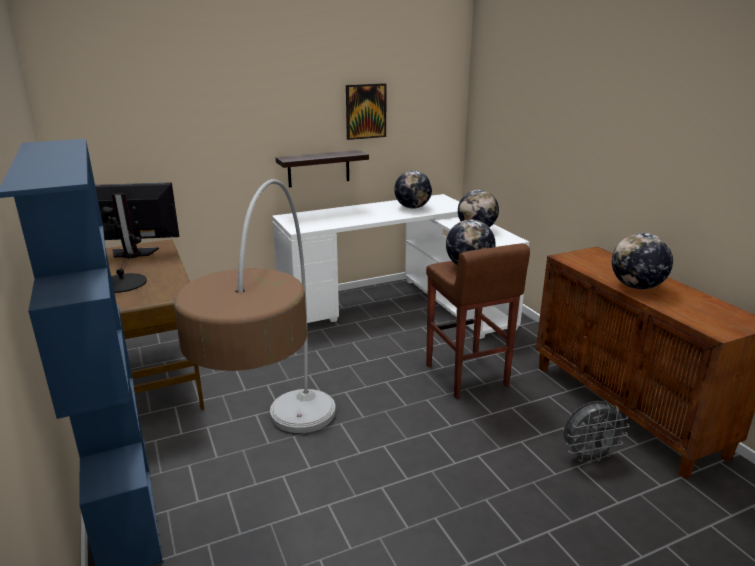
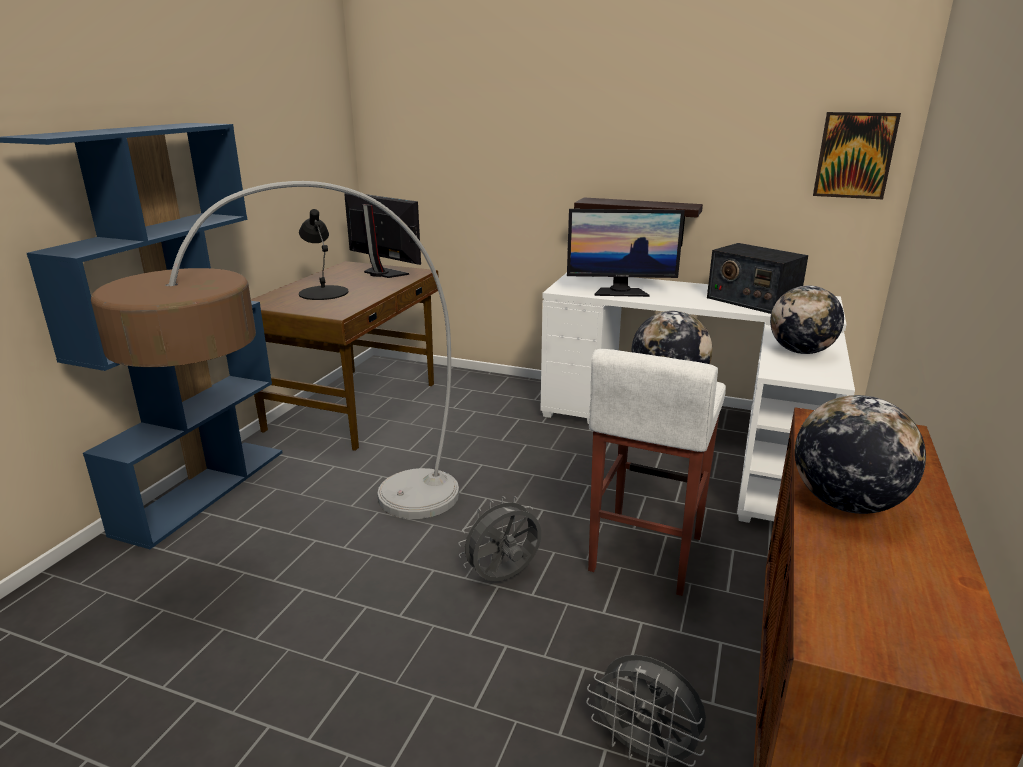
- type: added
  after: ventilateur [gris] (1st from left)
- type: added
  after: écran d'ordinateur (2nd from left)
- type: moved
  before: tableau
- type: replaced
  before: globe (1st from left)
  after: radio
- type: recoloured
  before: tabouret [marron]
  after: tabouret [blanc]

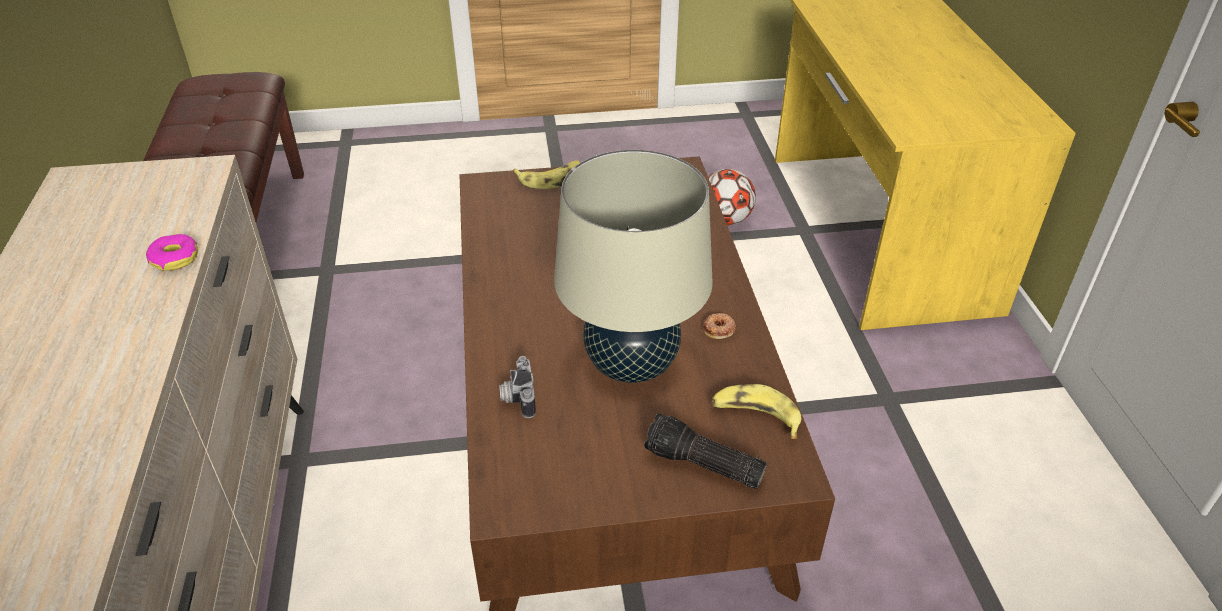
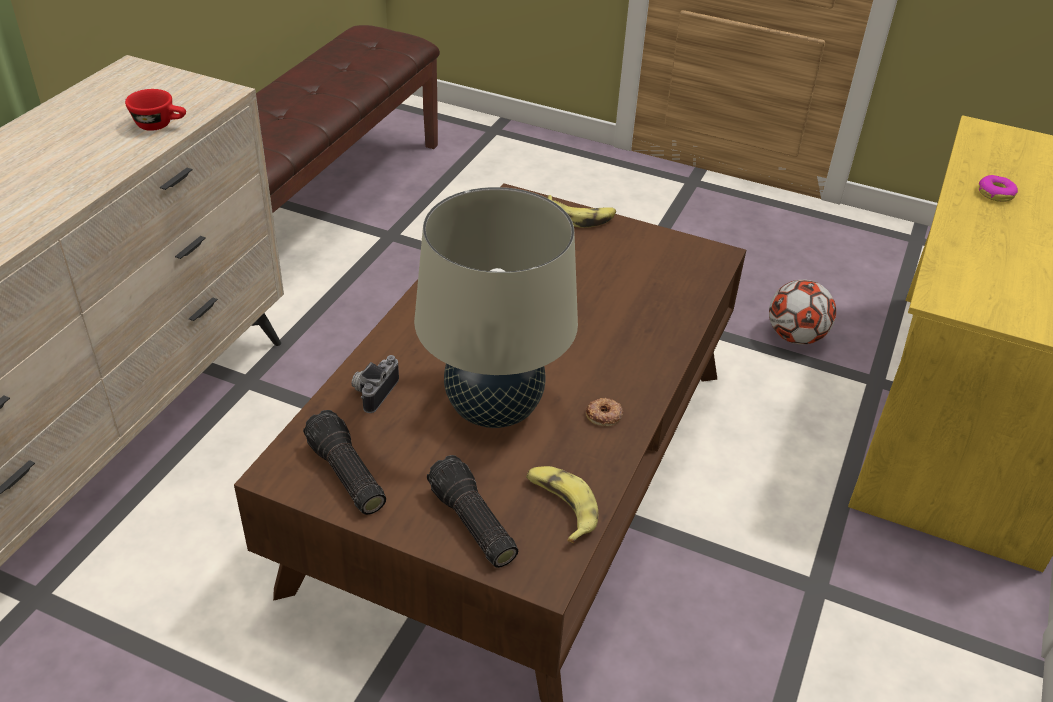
- type: added
  after: tasse [rouge]
- type: added
  after: lampe de poche (1st from left)
- type: moved
  before: beignet (1st from left in the first image)
  after: beignet (2nd from left)

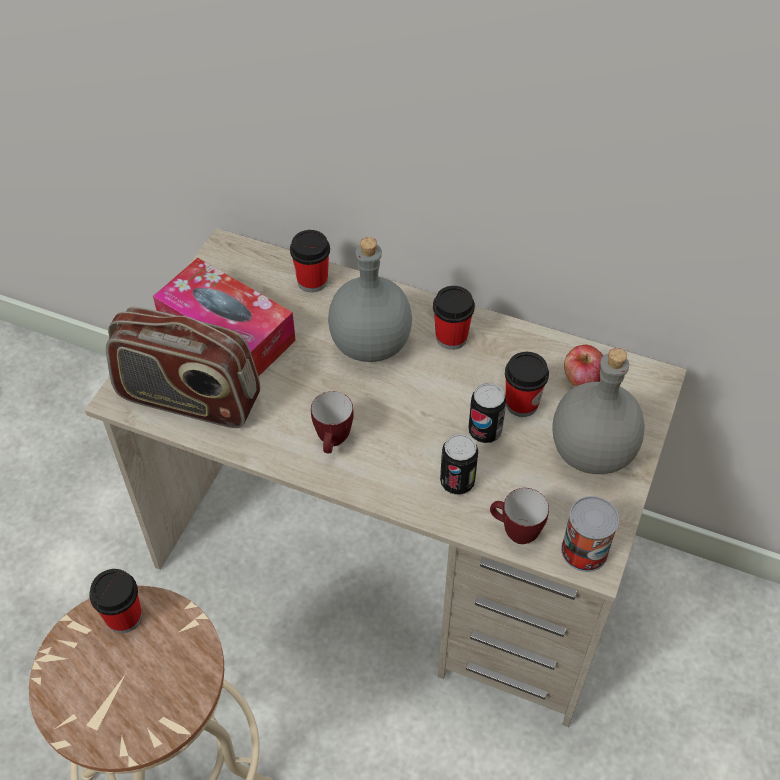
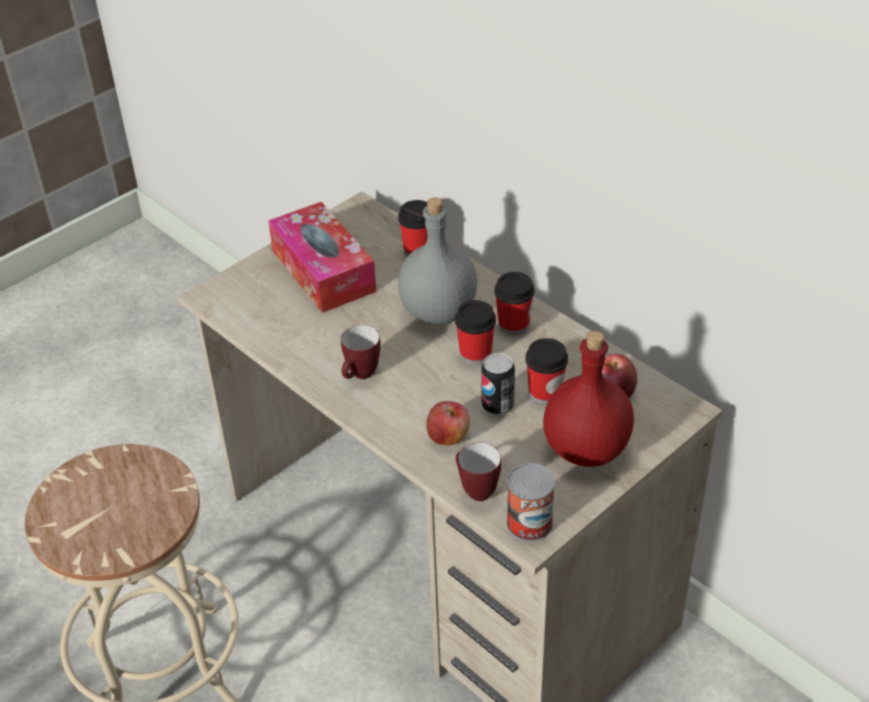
- type: removed
  before: radio
- type: moved
  before: tasse (1st from left in the first image)
  after: tasse (2nd from left)
- type: replaced
  before: boîte métallique (1st from left)
  after: pomme (1st from left)
- type: recoloured
  before: bouteille [gris] (2nd from left)
  after: bouteille [rouge]

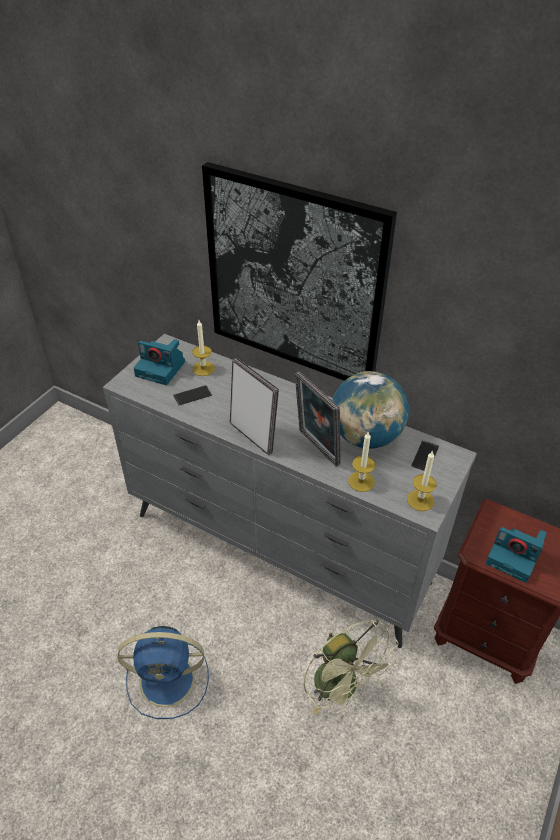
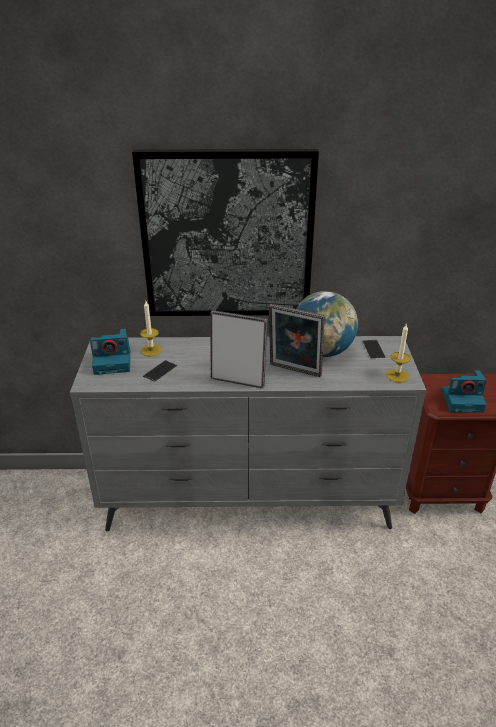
- type: removed
  before: ventilateur [bleu]
- type: removed
  before: ventilateur [vert]
- type: removed
  before: bougie (2nd from left)

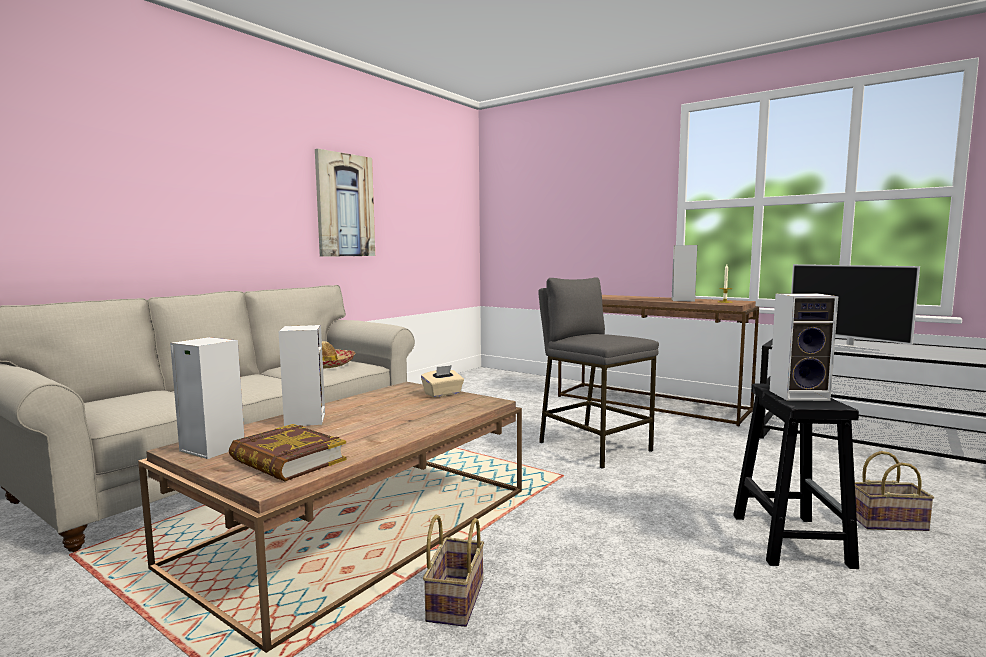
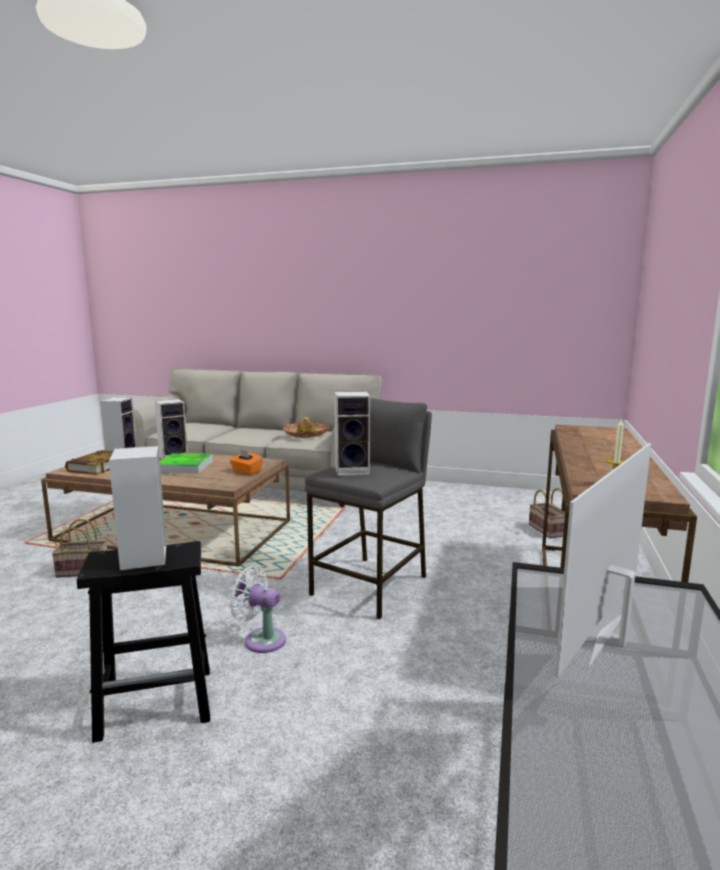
- type: removed
  before: tableau
- type: added
  after: plateau
- type: added
  after: ventilateur [blanc]
- type: moved
  before: enceinte (3rd from left in the first image)
  after: enceinte (4th from left)
- type: moved
  before: panier (2nd from left)
- type: recoloured
  before: boîte à mouchoirs [beige]
  after: boîte à mouchoirs [orange]

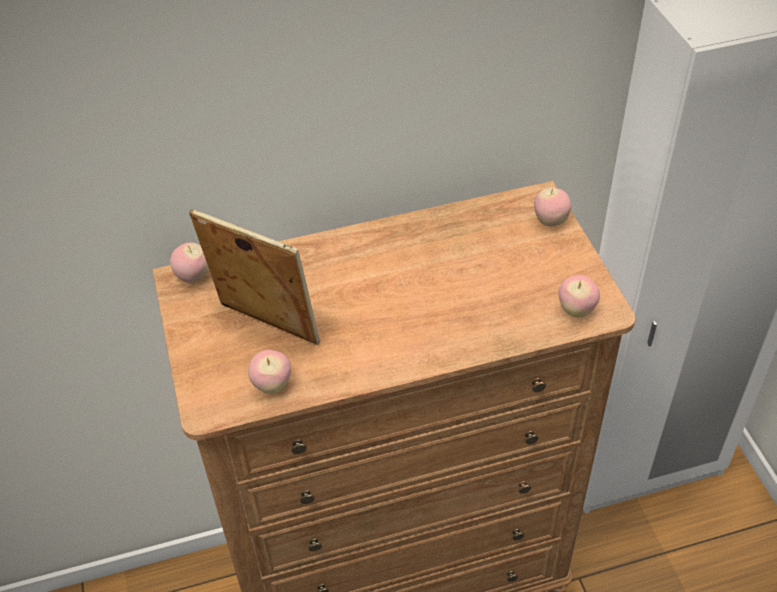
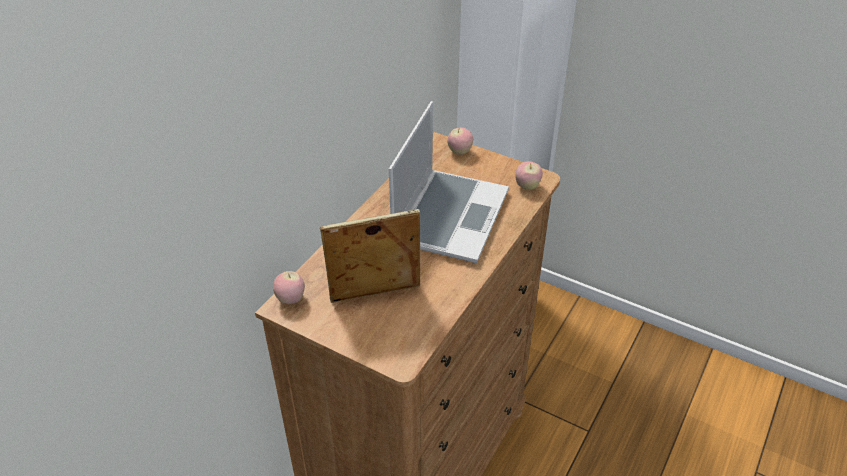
- type: removed
  before: pomme (2nd from left)
- type: added
  after: ordinateur portable

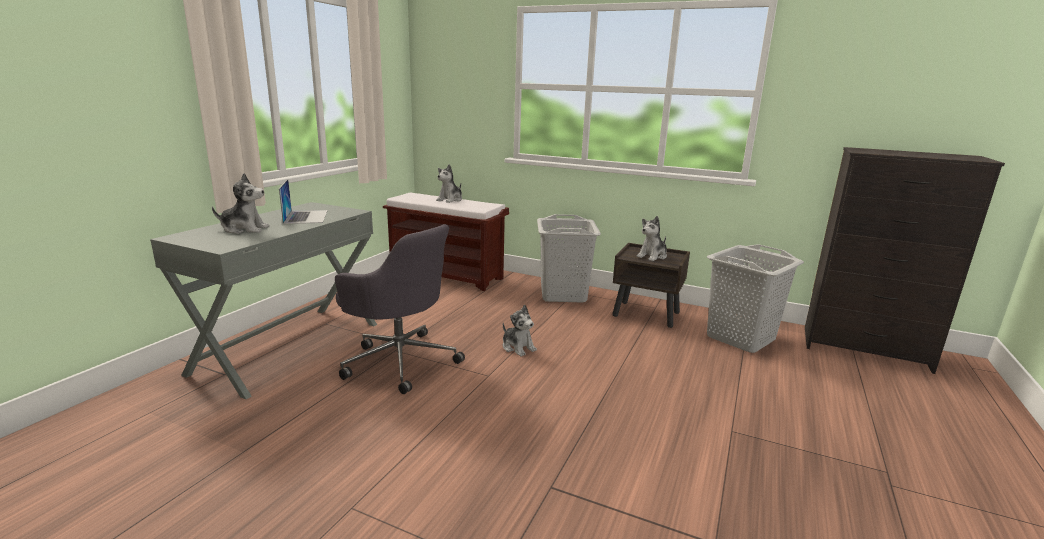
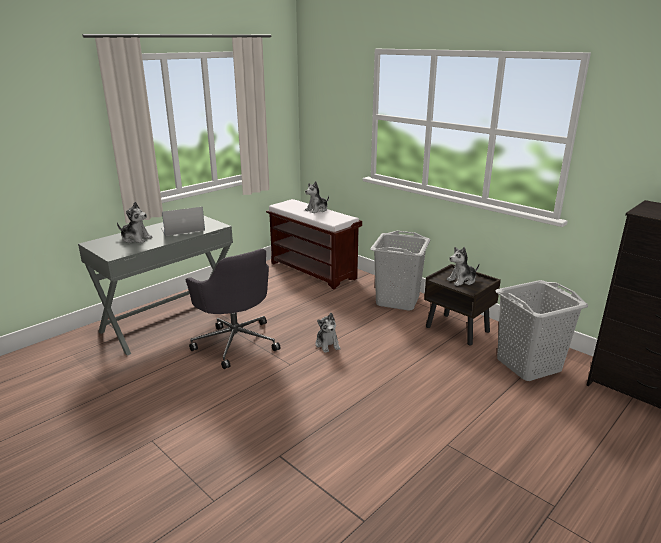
- type: turned
  before: ordinateur portable
  turn: -120

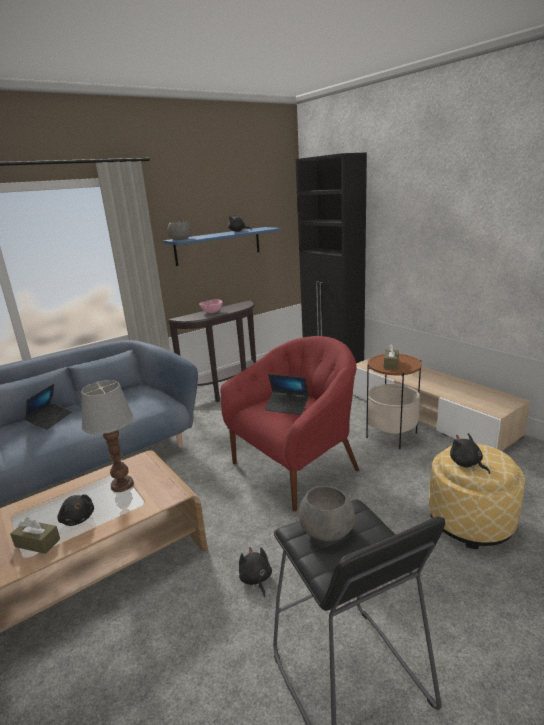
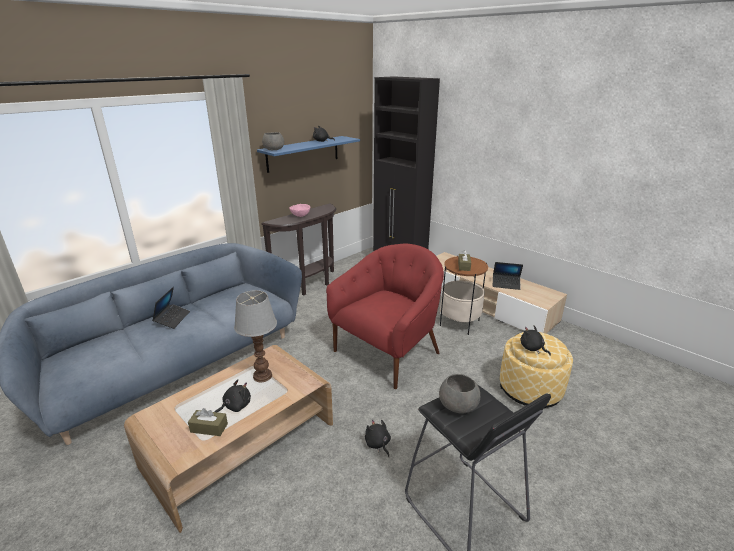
- type: moved
  before: ordinateur portable (2nd from left)
- type: turned
  before: peluche [noir] (1st from left)
  turn: -75

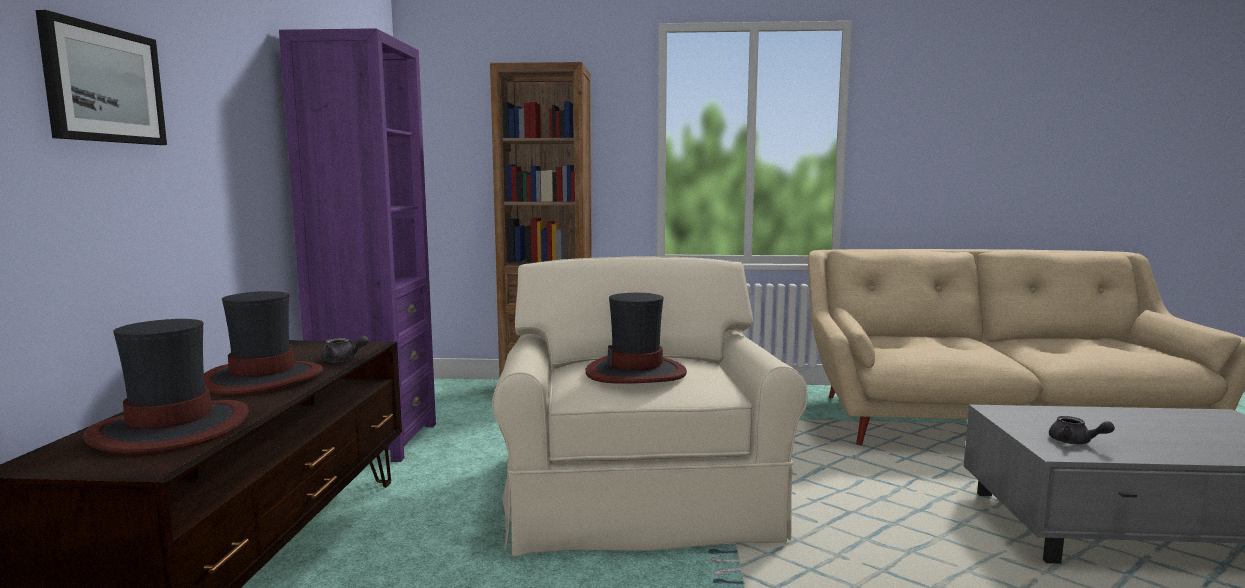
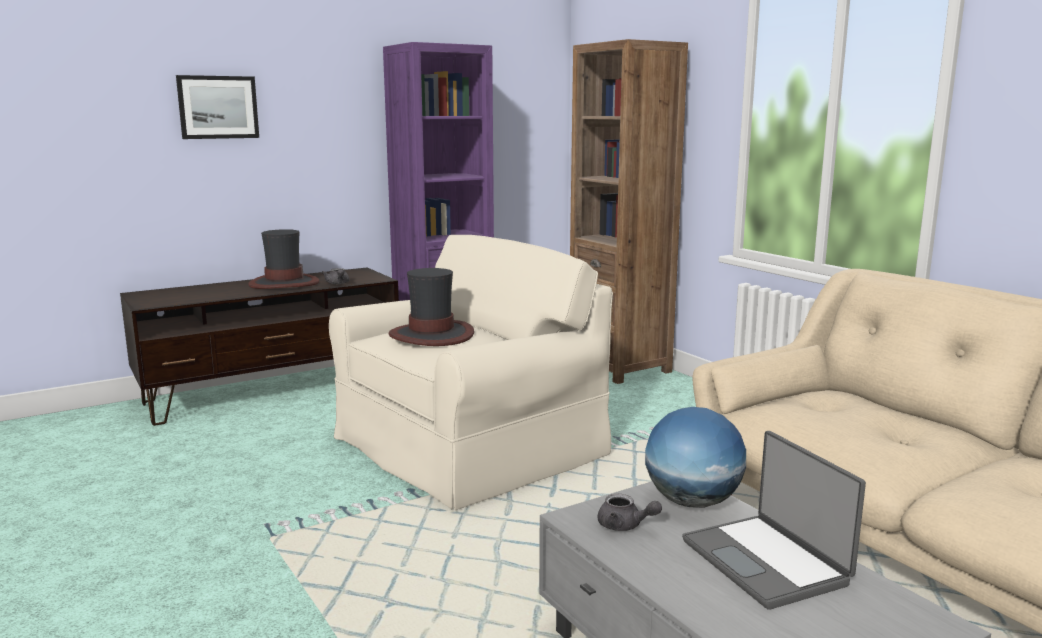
- type: removed
  before: chapeau (1st from left)
- type: added
  after: globe
- type: added
  after: ordinateur portable
- type: turned
  before: théière [gris] (2nd from left)
  turn: -75

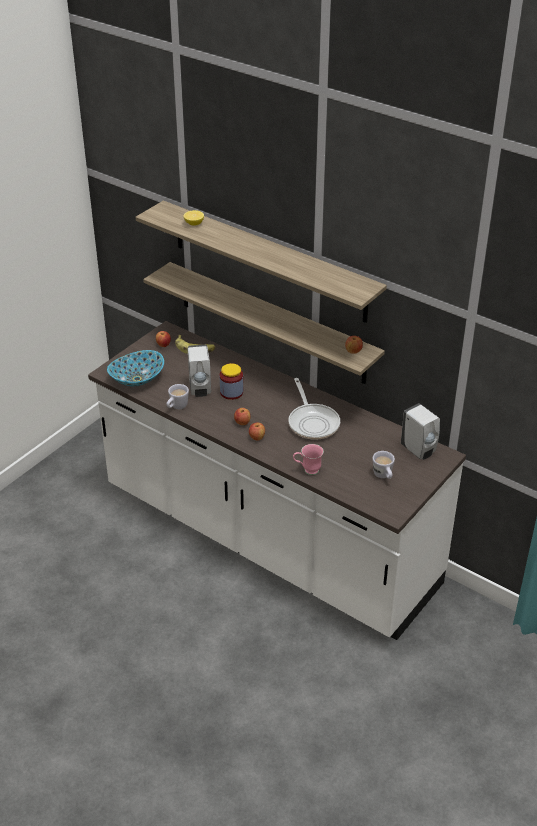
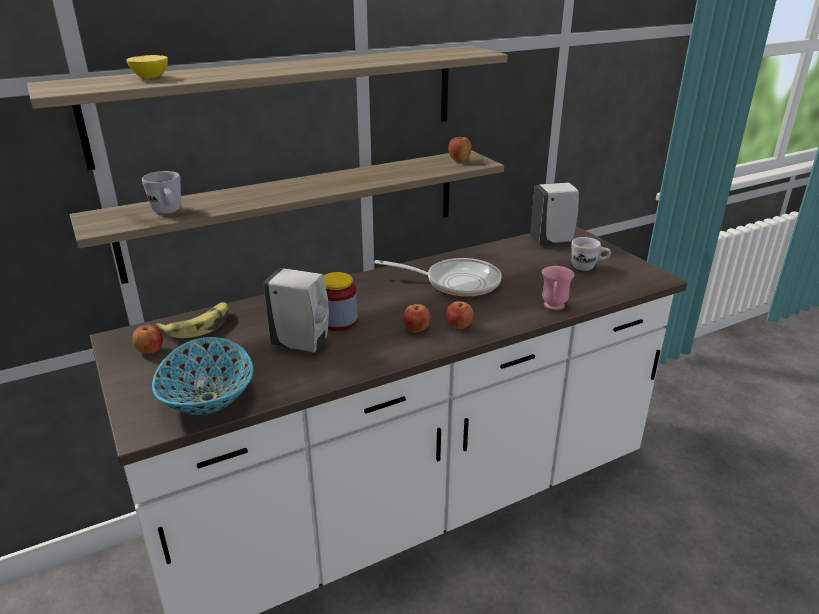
- type: moved
  before: mug [blanc] (1st from left)

